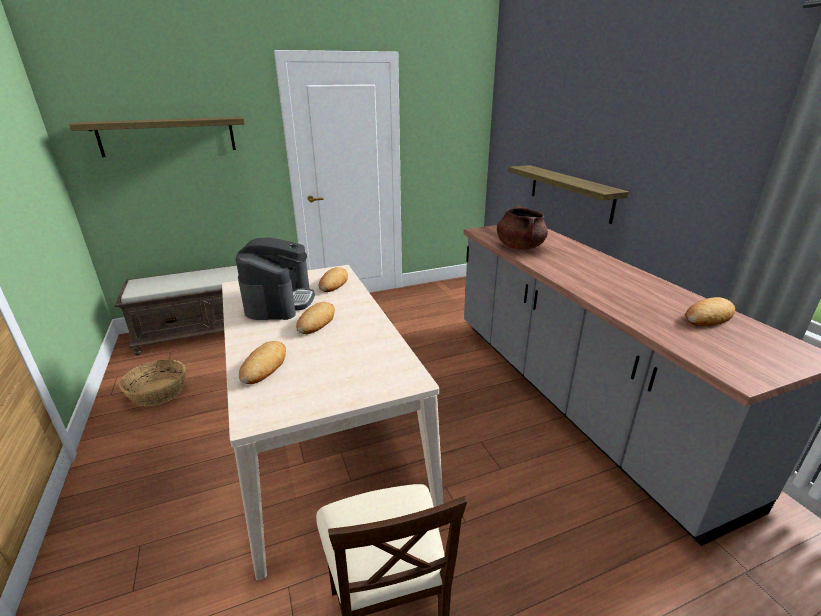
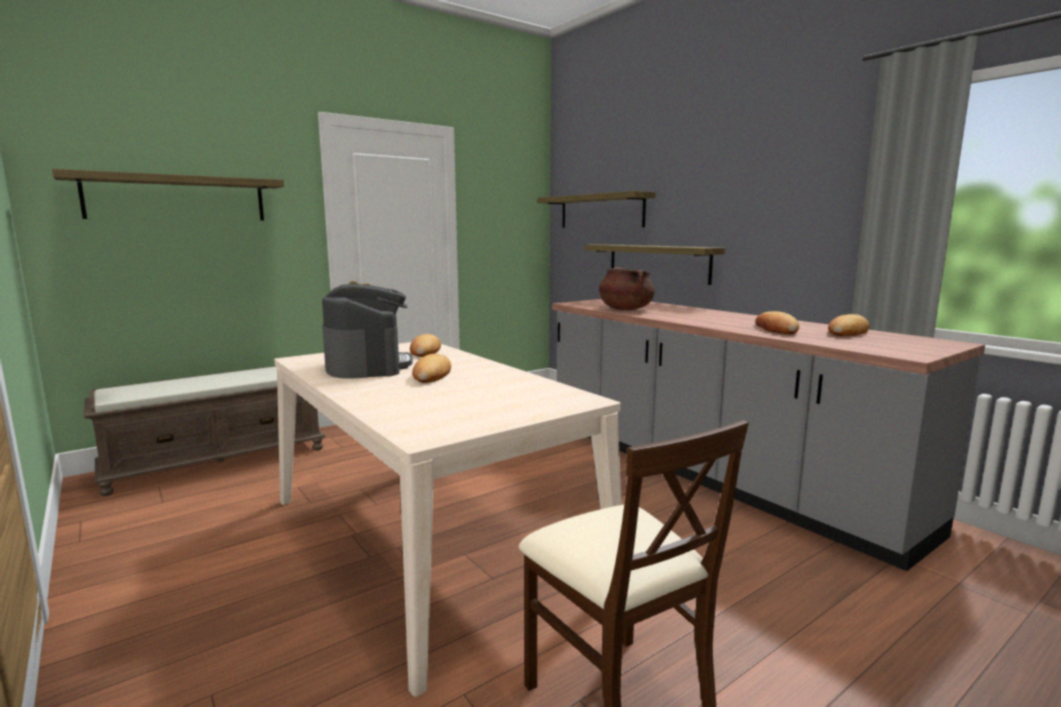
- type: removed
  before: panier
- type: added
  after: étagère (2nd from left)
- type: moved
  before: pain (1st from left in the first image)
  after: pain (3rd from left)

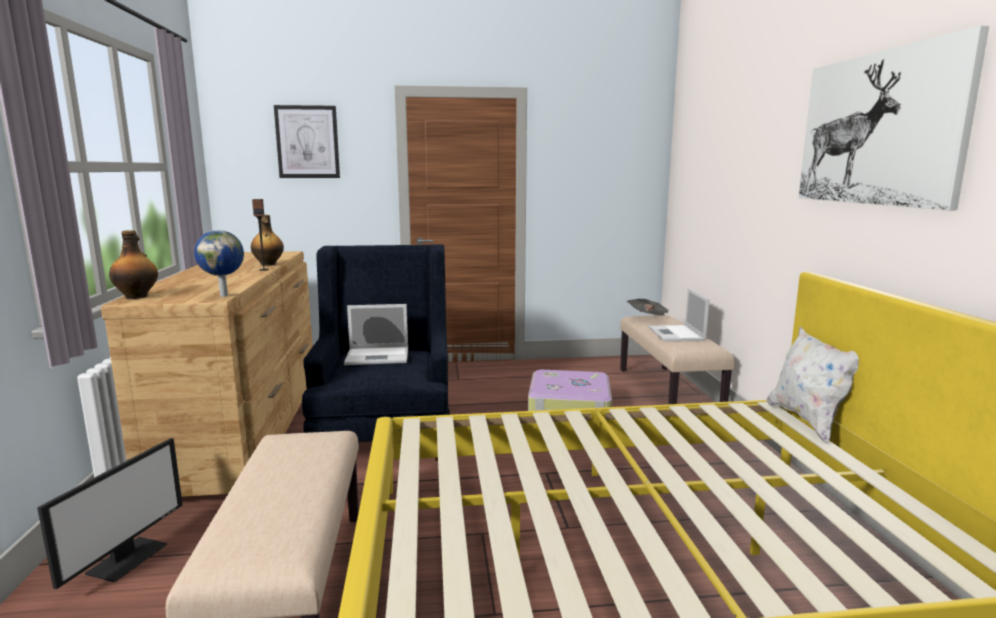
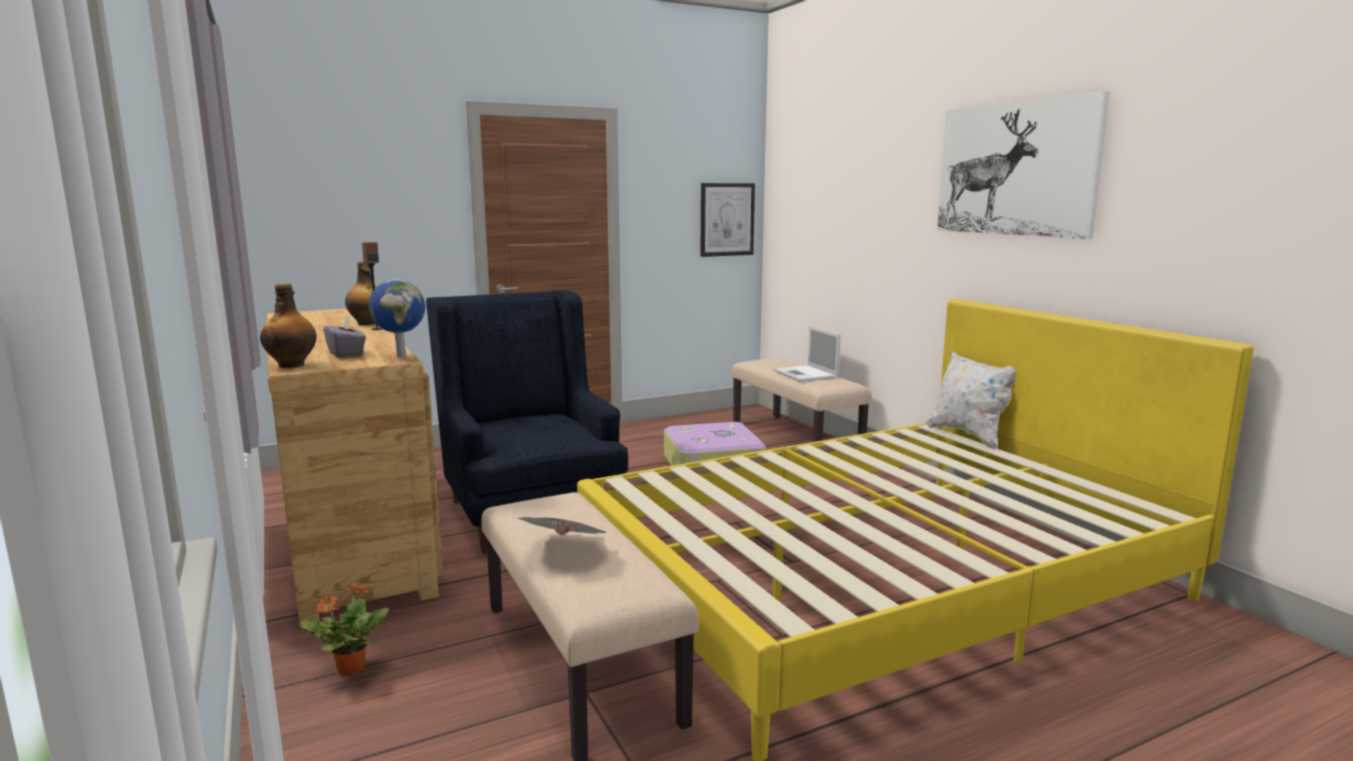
- type: removed
  before: ordinateur portable (1st from left)
- type: added
  after: boîte à mouchoirs [gris]
- type: moved
  before: tableau (1st from left)
- type: moved
  before: journal
- type: replaced
  before: écran d'ordinateur
  after: plante en pot

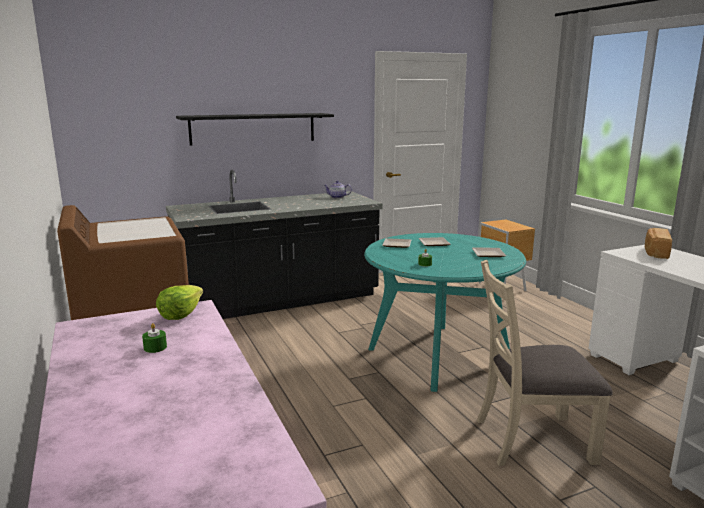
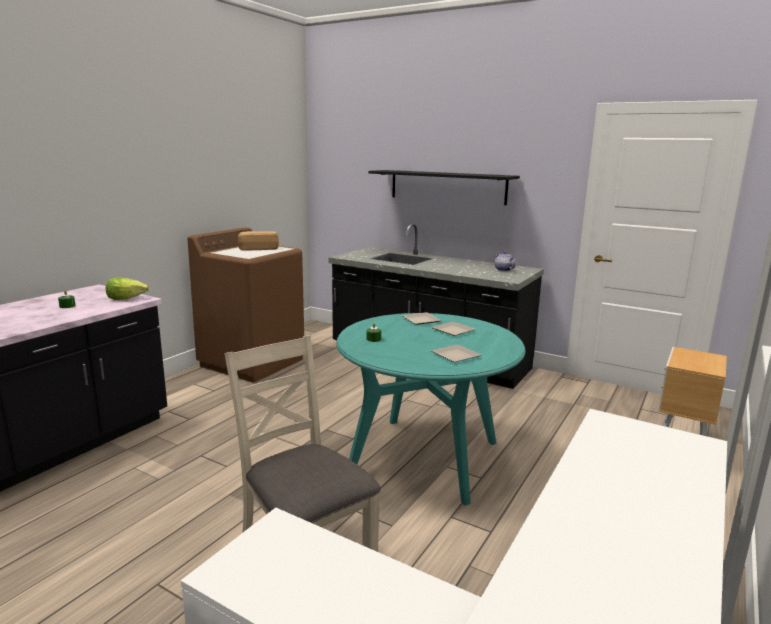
- type: moved
  before: pain

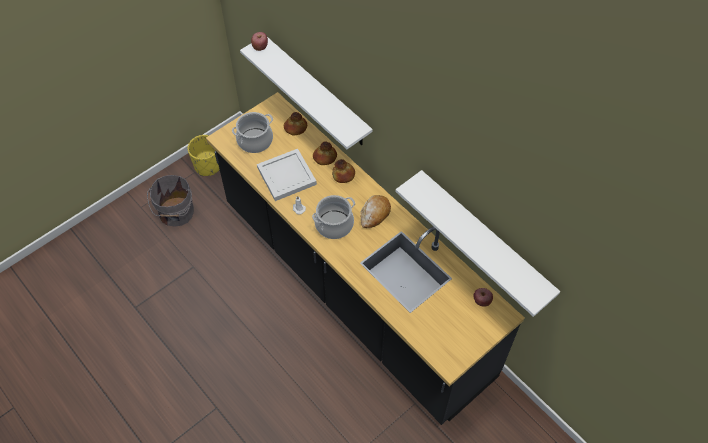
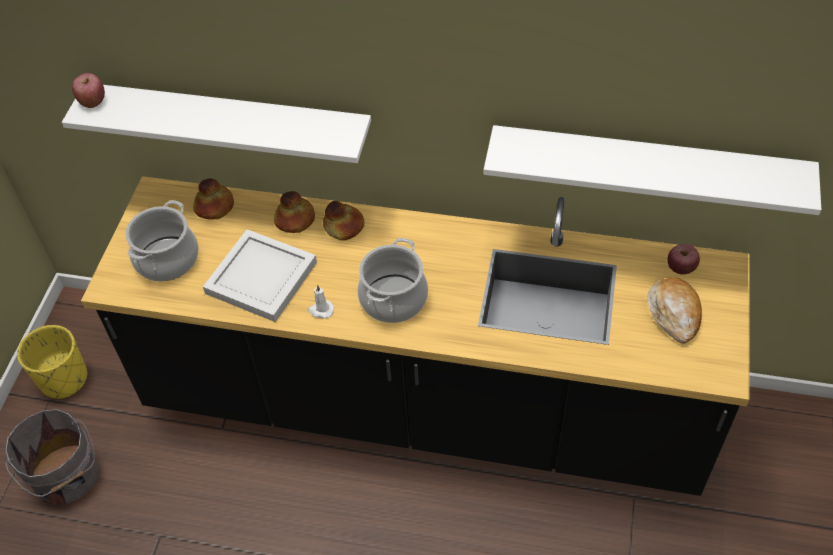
- type: moved
  before: pain (4th from left)

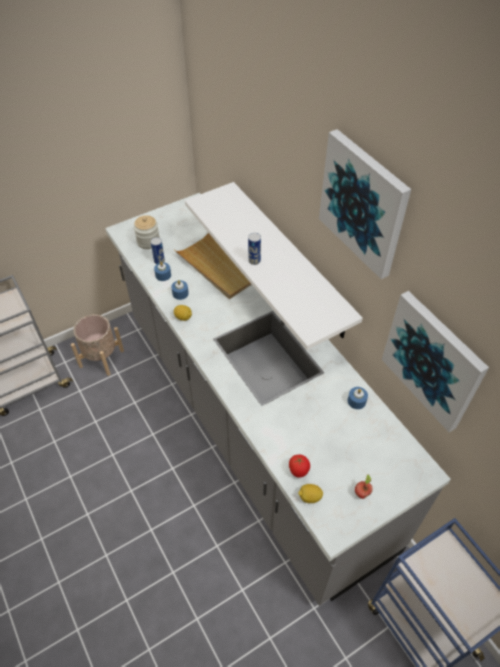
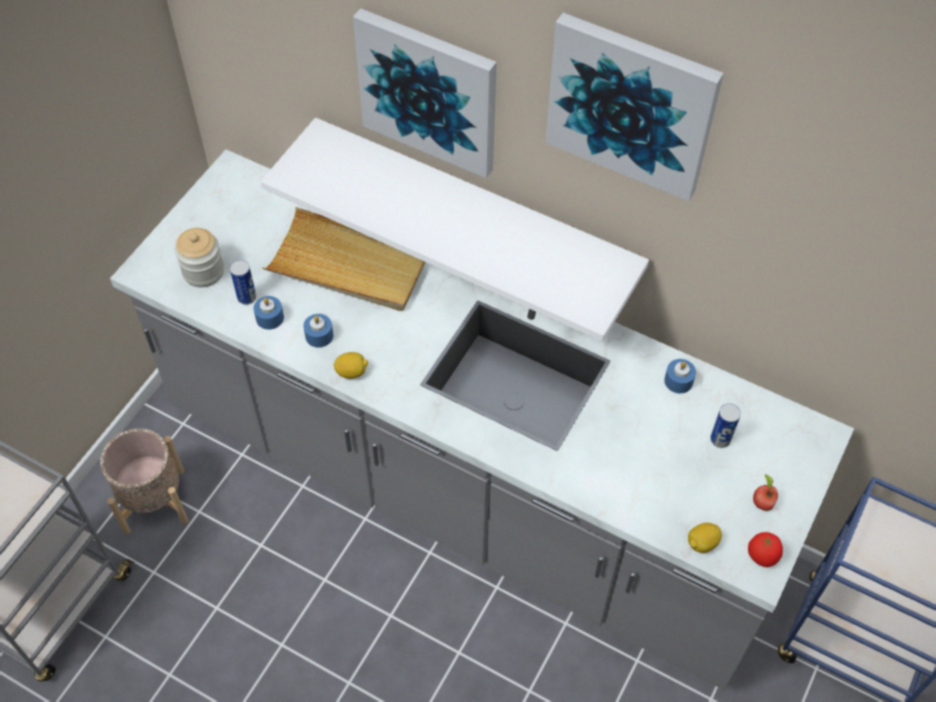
- type: moved
  before: boîte métallique (2nd from left)
- type: moved
  before: tomate
- type: moved
  before: tableau (2nd from left in the first image)
  after: tableau (1st from left)

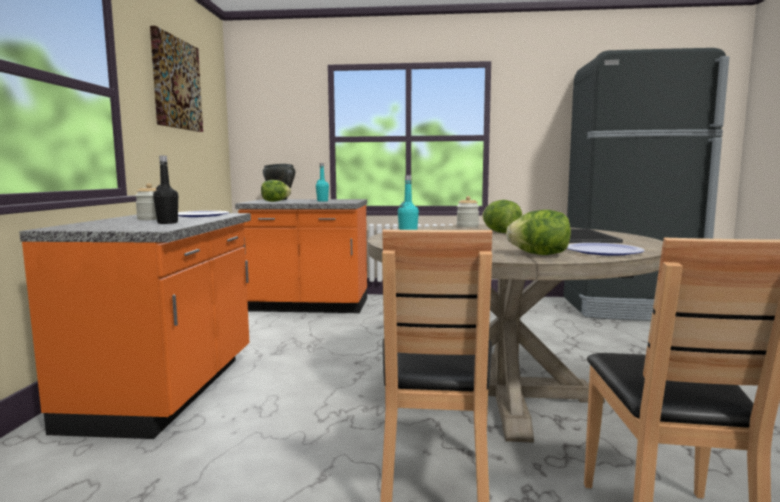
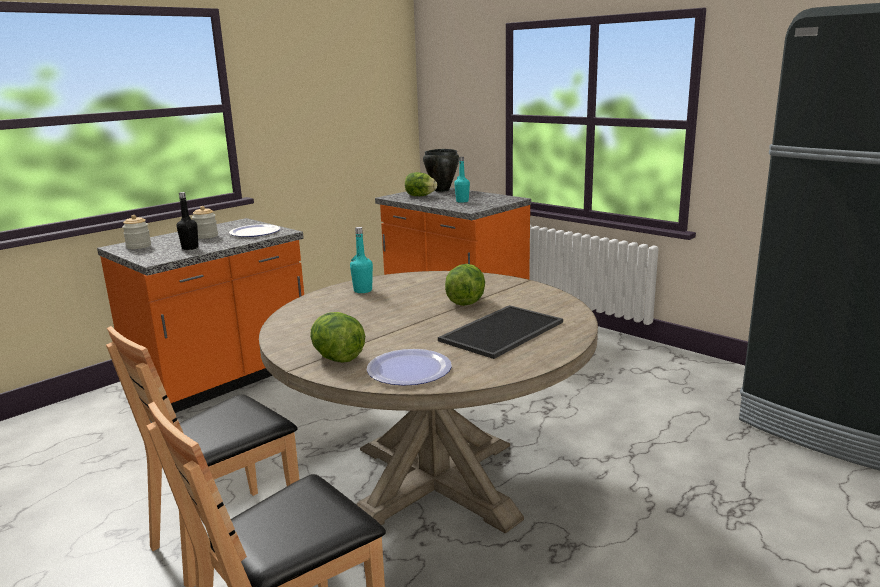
- type: removed
  before: tableau
- type: moved
  before: bocal (2nd from left in the first image)
  after: bocal (1st from left)

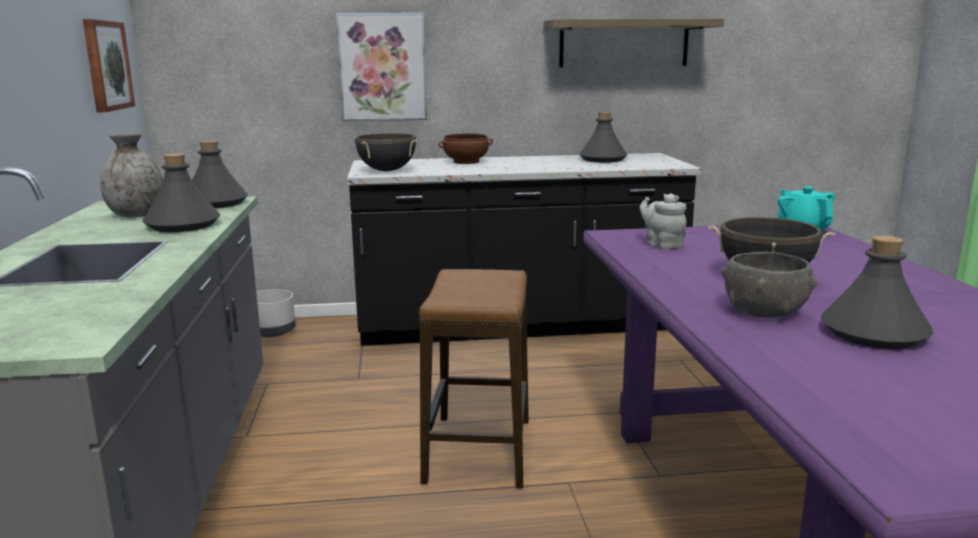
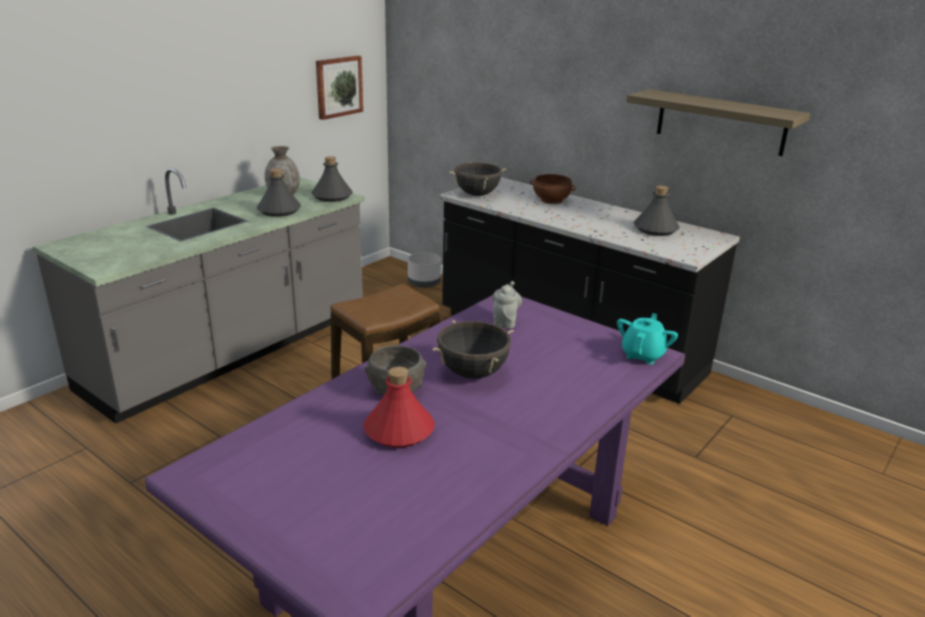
- type: removed
  before: tableau (2nd from left)
- type: recoloured
  before: bouteille [gris] (4th from left)
  after: bouteille [rouge]

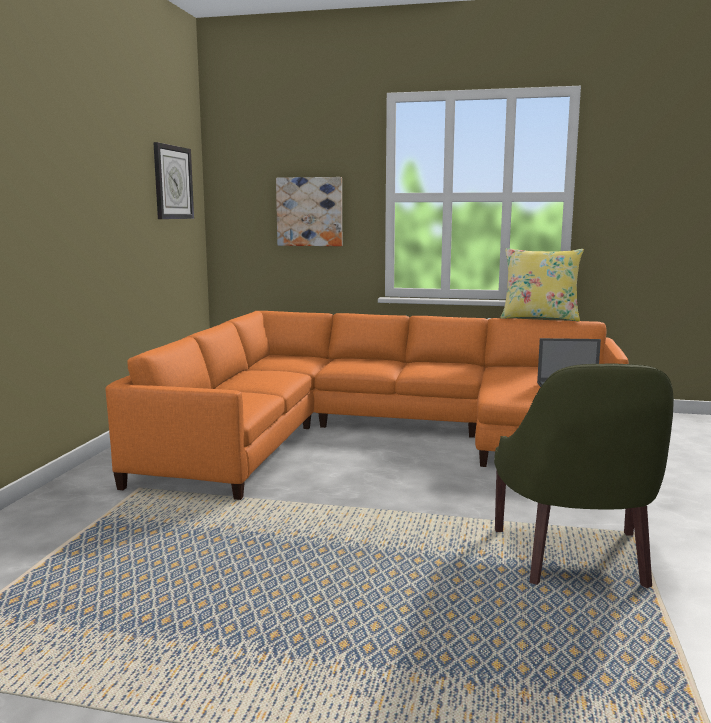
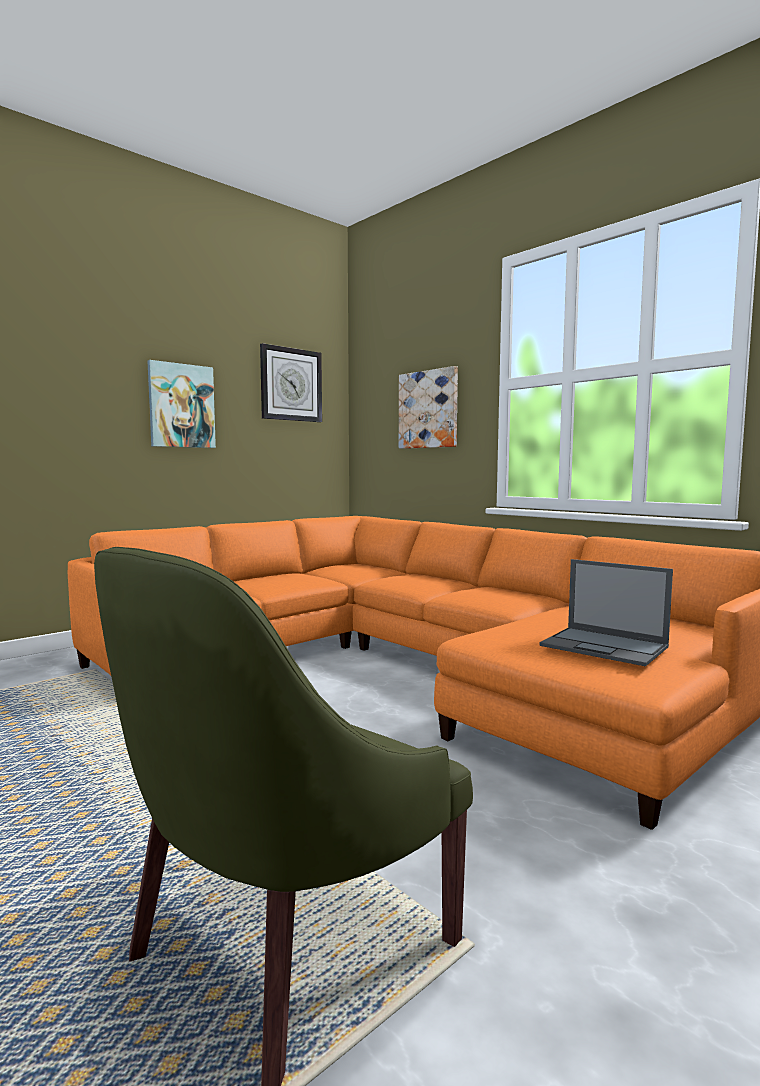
- type: removed
  before: coussin [jaune]
- type: added
  after: tableau (1st from left)

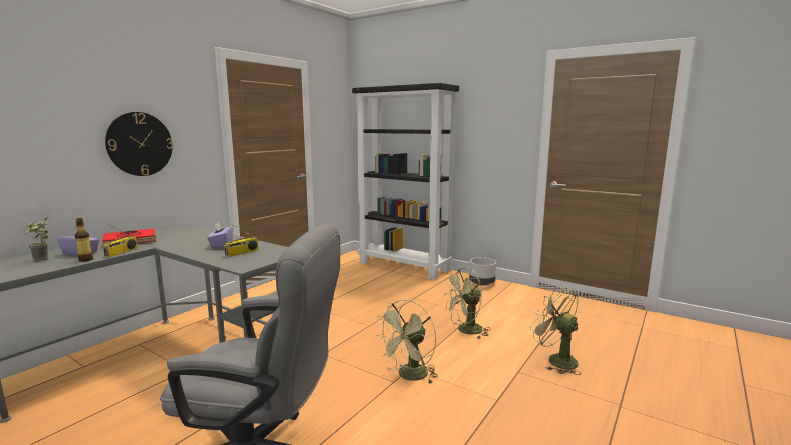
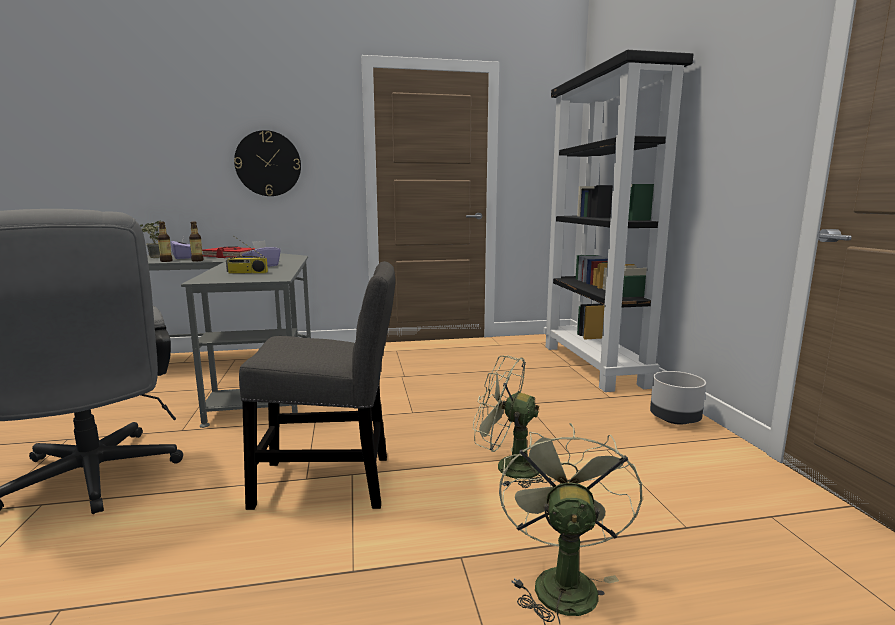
- type: replaced
  before: radio (1st from left)
  after: bouteille (2nd from left)
- type: replaced
  before: ventilateur [vert] (1st from left)
  after: chaise [gris]

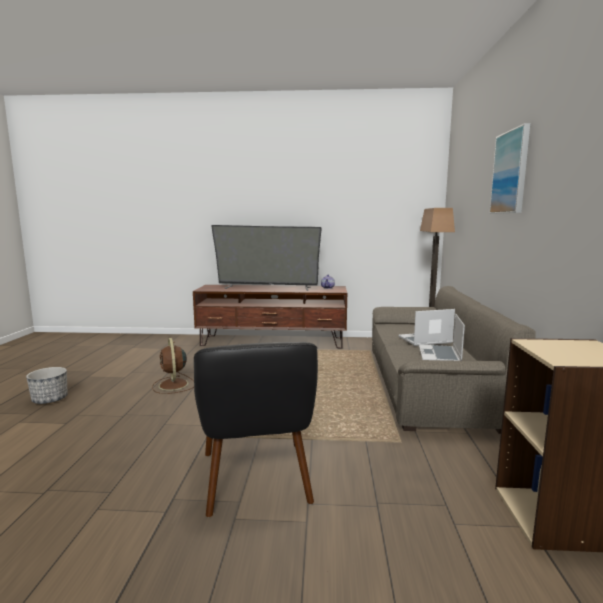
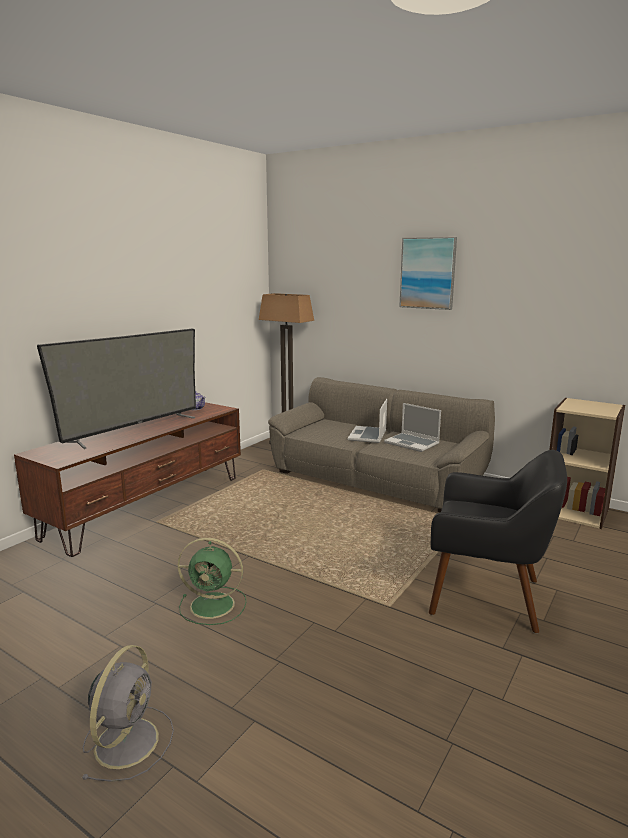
- type: replaced
  before: cache-pot
  after: ventilateur [gris]
- type: recoloured
  before: ventilateur [marron]
  after: ventilateur [vert]

